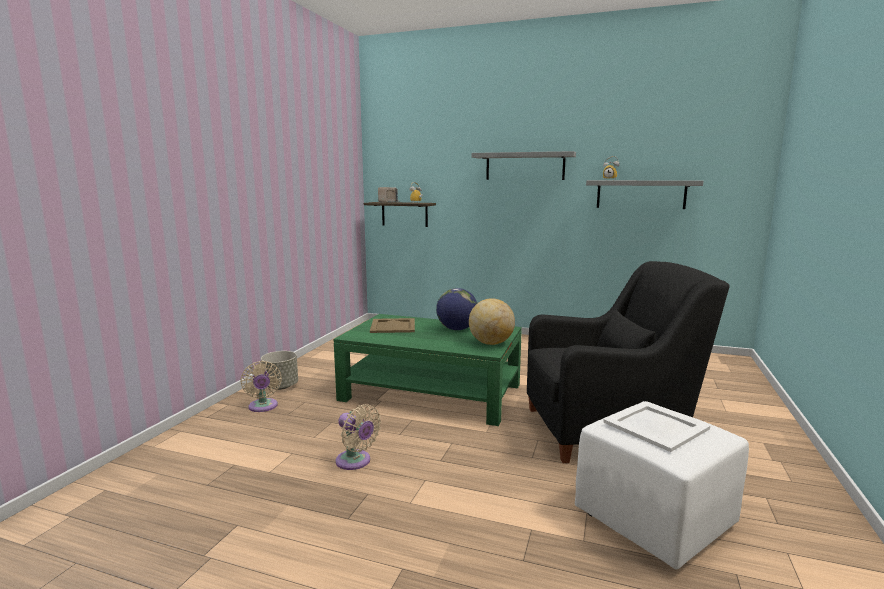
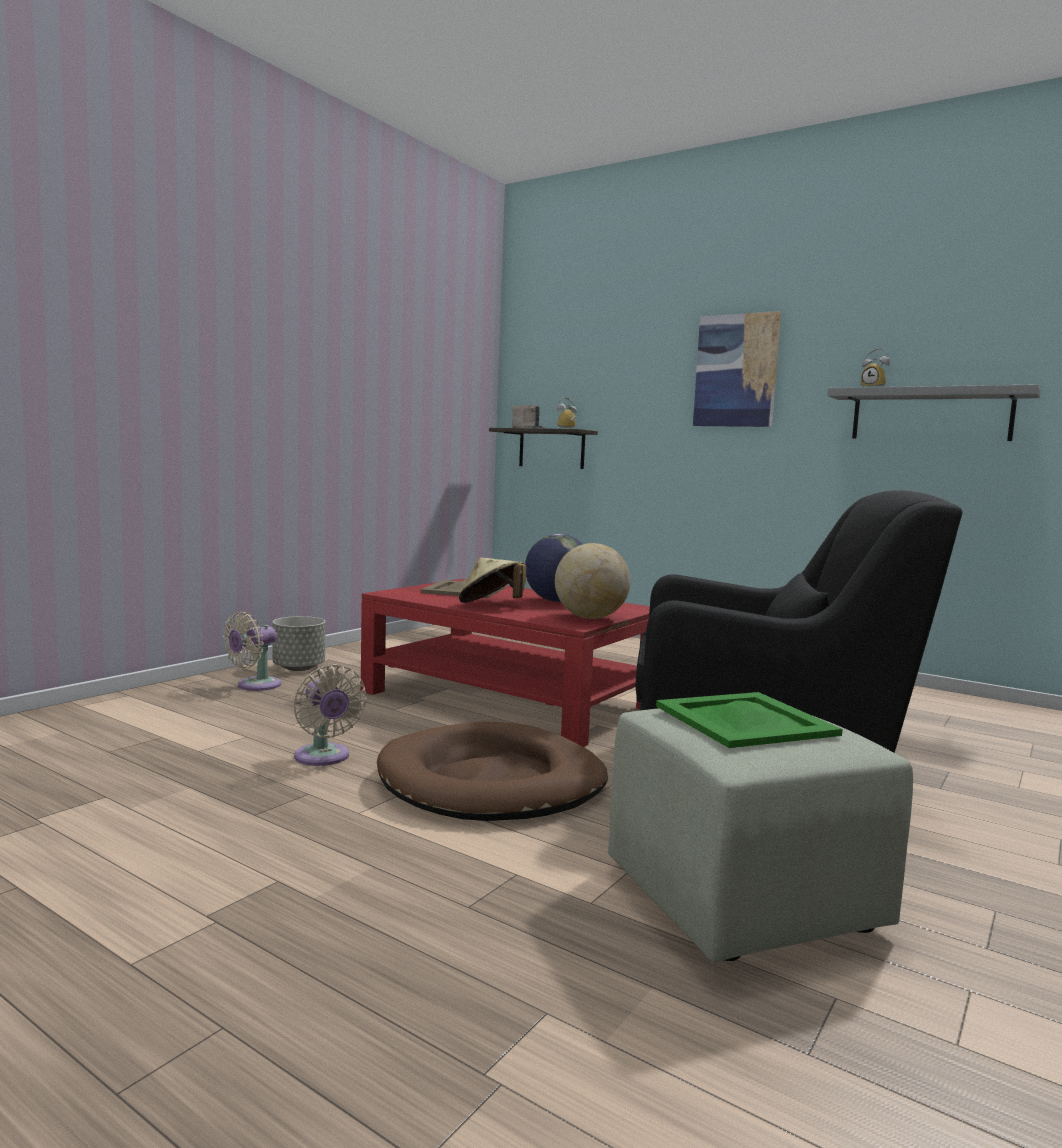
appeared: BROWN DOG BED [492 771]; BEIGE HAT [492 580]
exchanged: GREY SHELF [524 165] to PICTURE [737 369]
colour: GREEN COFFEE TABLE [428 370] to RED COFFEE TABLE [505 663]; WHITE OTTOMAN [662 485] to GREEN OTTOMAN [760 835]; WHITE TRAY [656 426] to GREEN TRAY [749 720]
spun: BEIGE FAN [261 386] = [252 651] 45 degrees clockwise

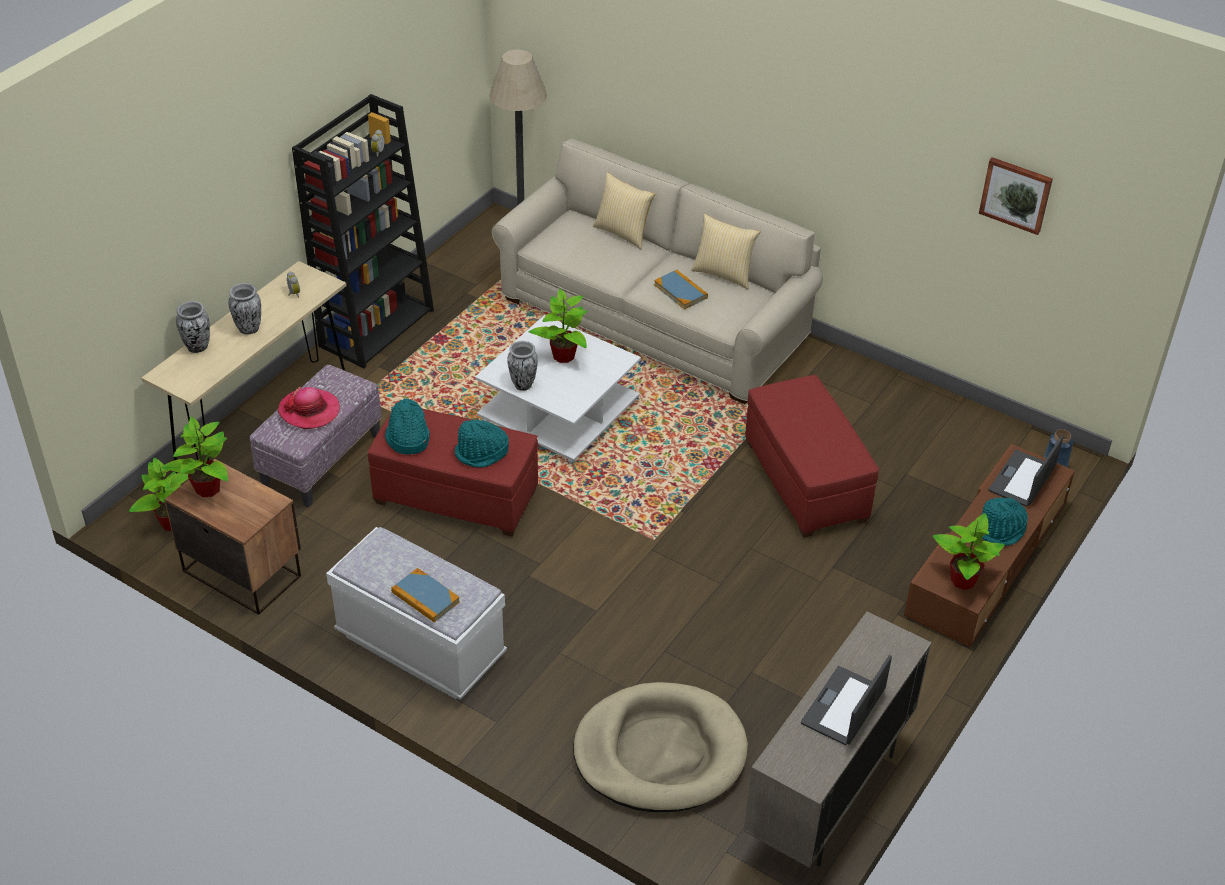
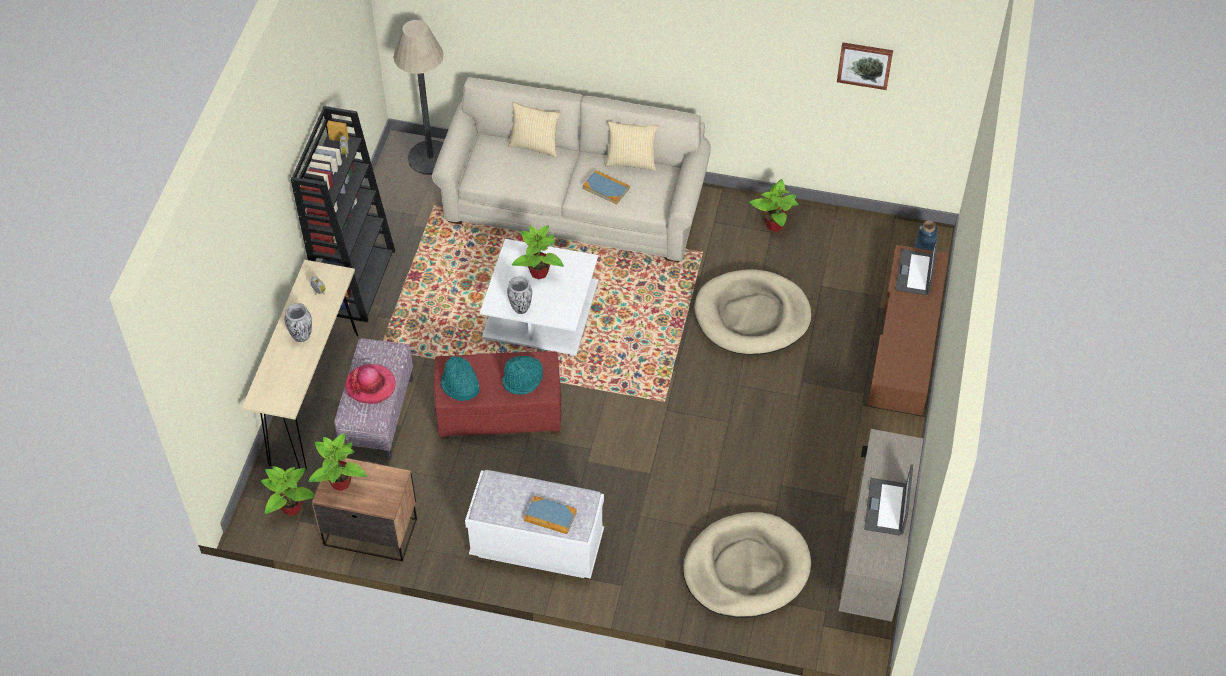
missing: VASE [193 327]; TURQUOISE HAT [1004 521]
relocated: POTTED PLANT [969 551] to [774 205]
exchanged: RED OTTOMAN [812 456] to BEIGE DOG BED [752 312]

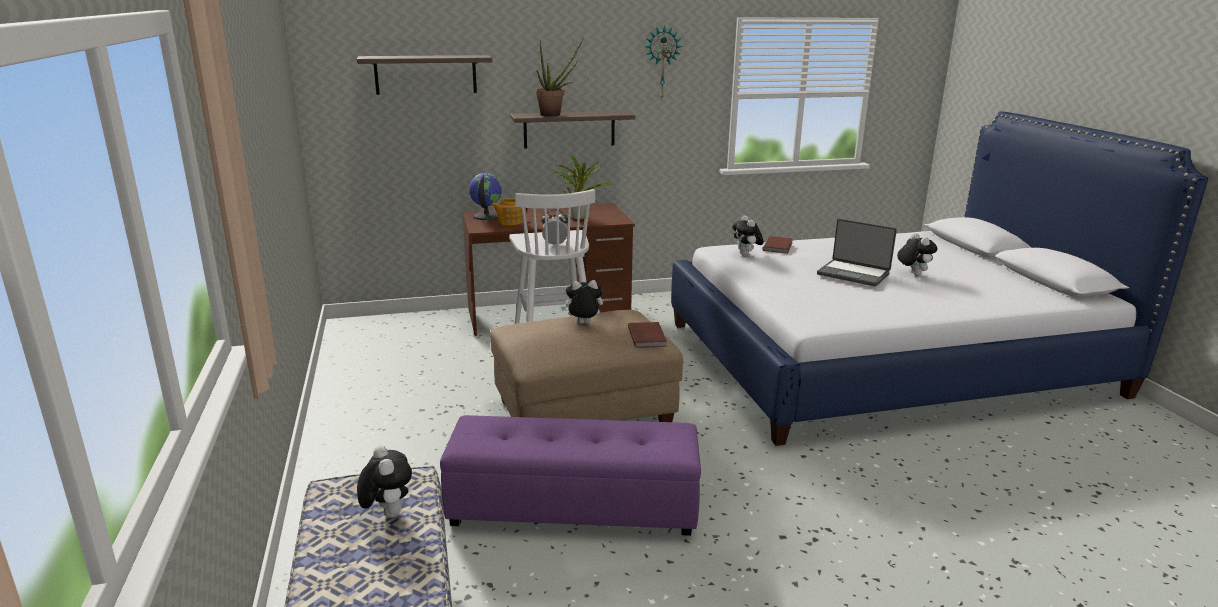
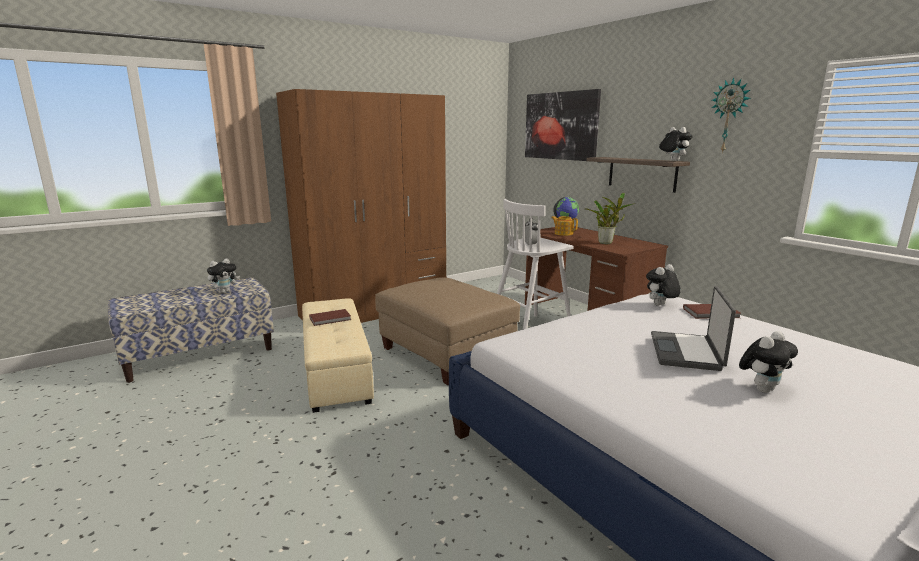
missing: POTTED PLANT [560 77]
appeared: BROWN WARDROBE [361 206]
relocated: PLUSH TOY [582 302] to [676 144]; BROWN BOOK [647 335] to [330 317]
exchanged: SHELF [424 75] to PICTURE [563 125]
colour: PURPLE OTTOMAN [570 475] to BEIGE OTTOMAN [338 355]

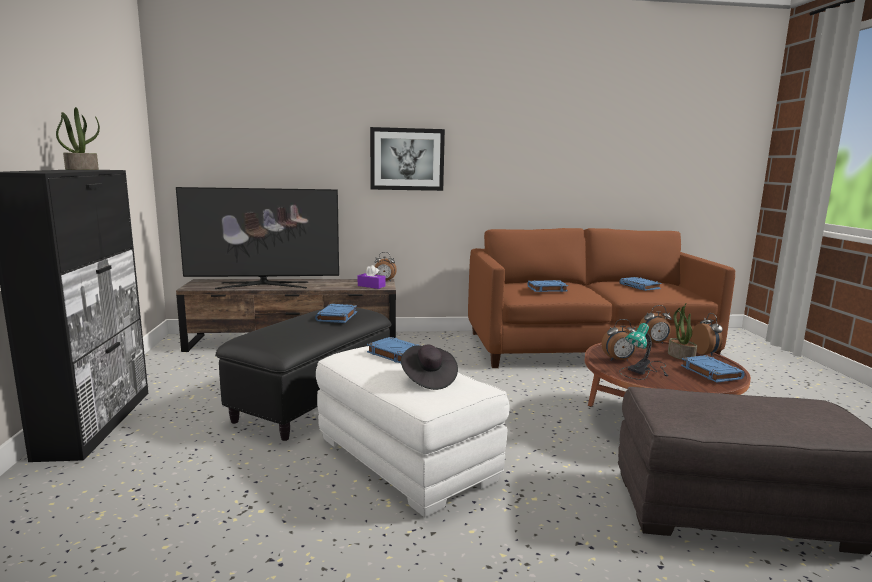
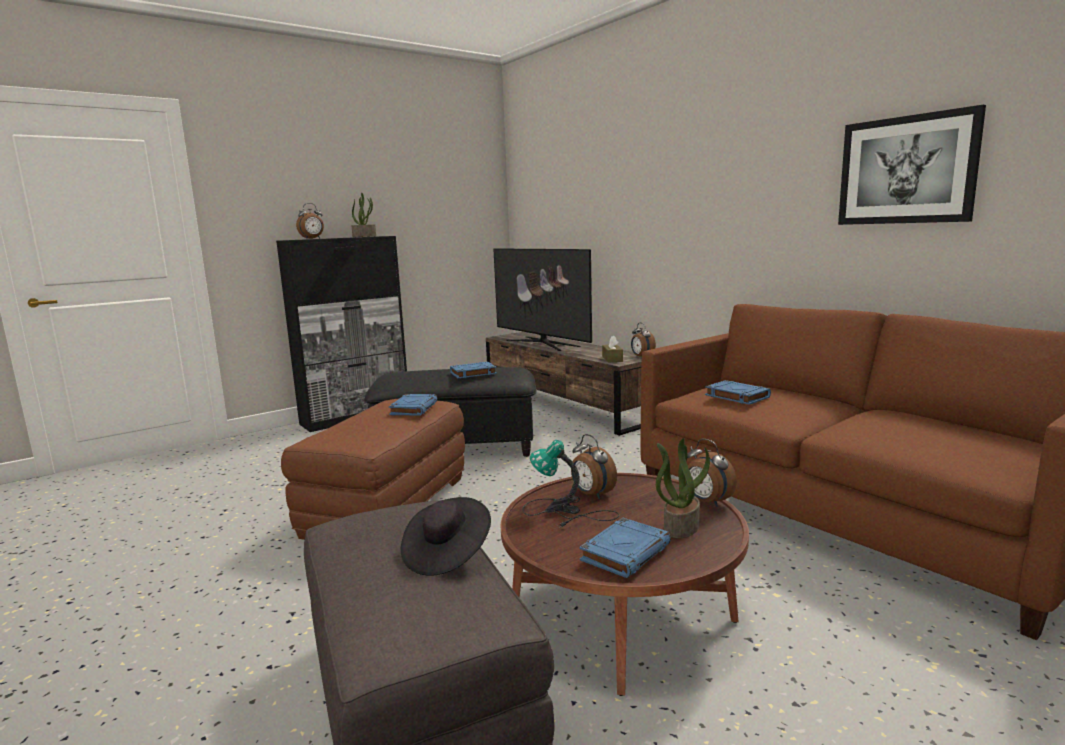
missing: BLUE BOOK [640 284]
relocated: PICTURE [407 159] to [912 165]; BLACK HAT [429 367] to [446 536]; ALARM CLOCK [707 334] to [310 221]
colour: WHITE OTTOMAN [412 431] to BROWN OTTOMAN [373 469]; PURPLE TISSUE BOX [371 277] to BROWN TISSUE BOX [612 349]

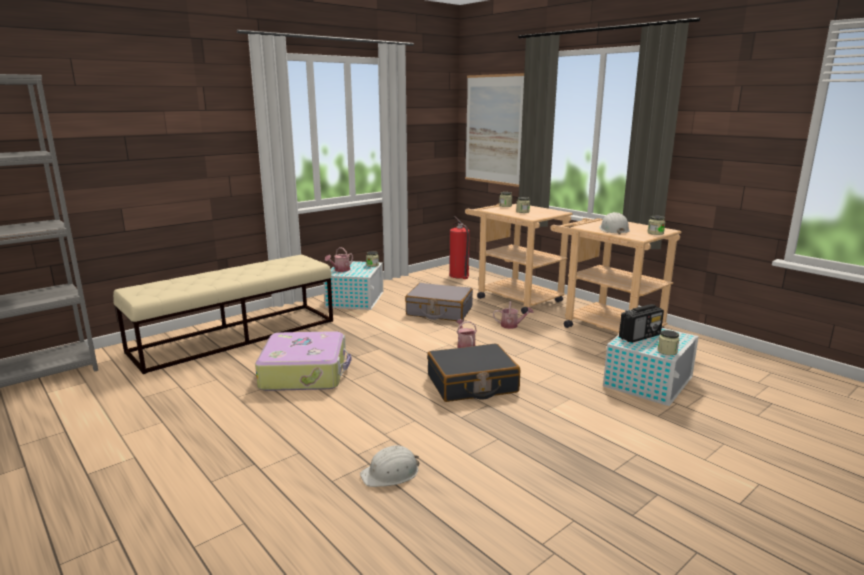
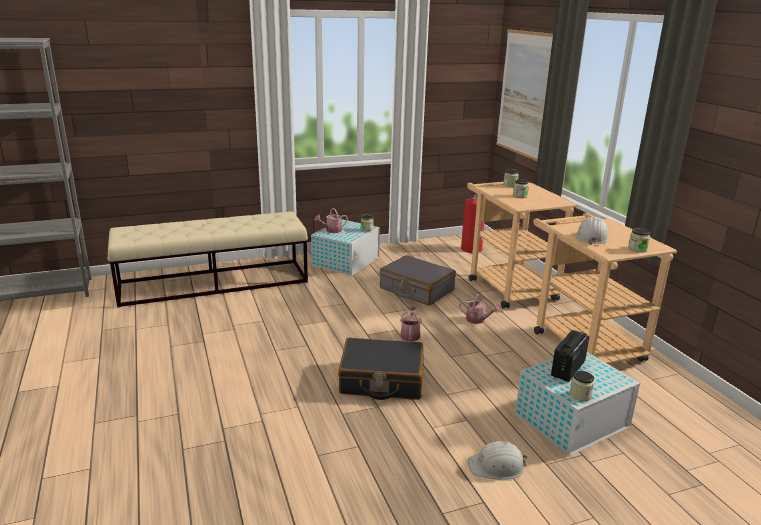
missing: SUITCASE [303 361]
relocated: WHITE HARD HAT [389 466] to [497 460]
spun: RADIO [641 323] = [570 356] 135 degrees clockwise

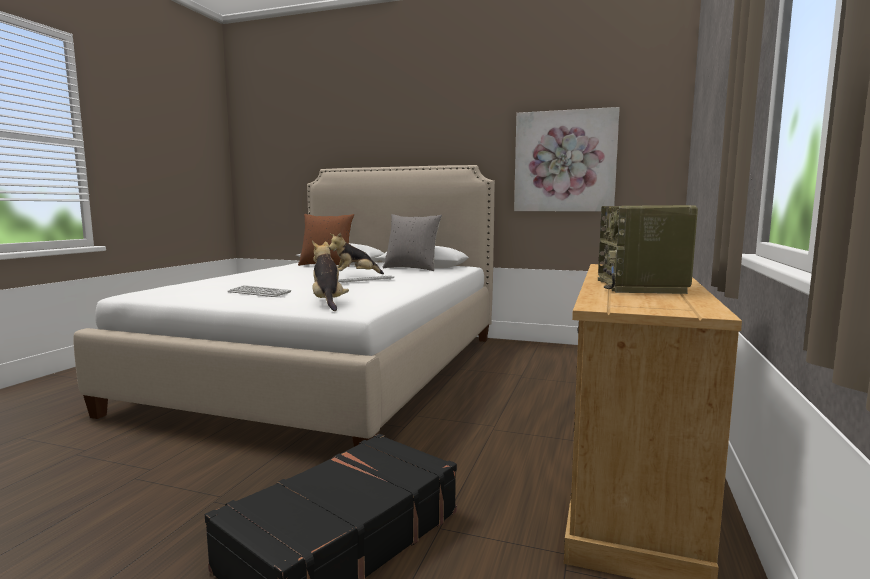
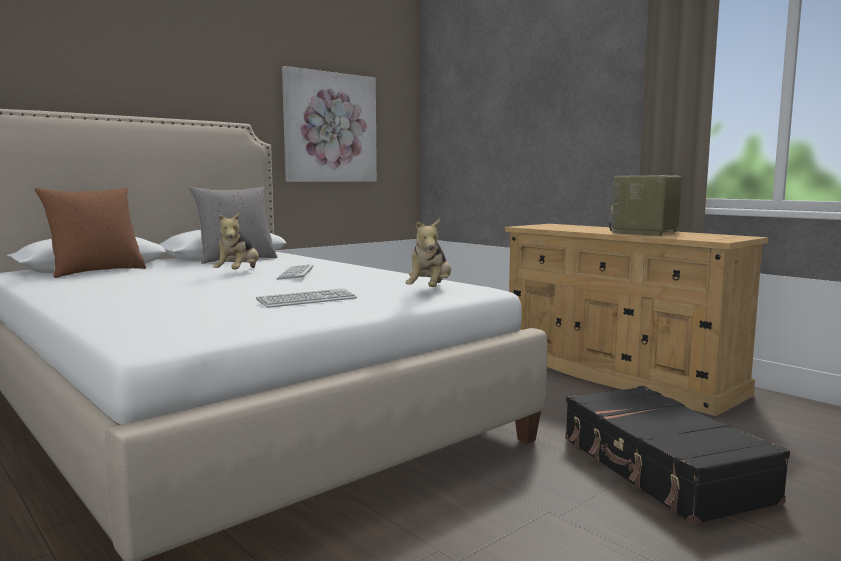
spun: PLUSH TOY [330 276] = [428 253] 90 degrees counterclockwise; RADIO [648 249] = [645 205] 90 degrees clockwise

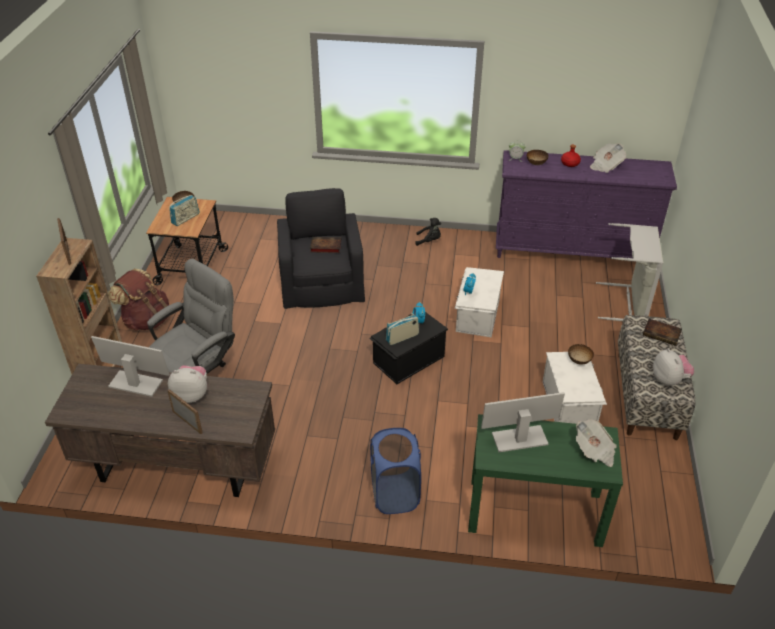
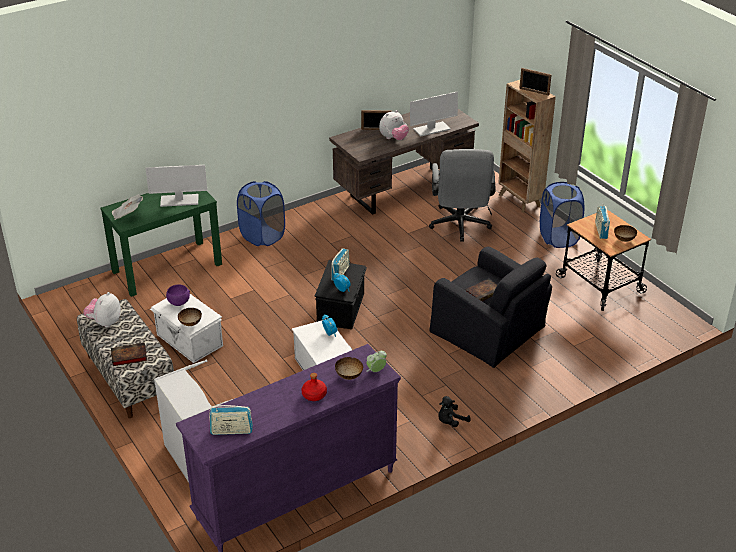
missing: NEWSPAPER [608 158]
appeared: PURPLE BOWL [178 295]; RADIO [231 420]
exchanged: BROWN BACKPACK [138 300] to BLUE LAUNDRY BASKET [562 215]
spun: MONITOR [523 422] = [176 186] 45 degrees clockwise; PLUSH TOY [673 367] = [102 309] 75 degrees clockwise

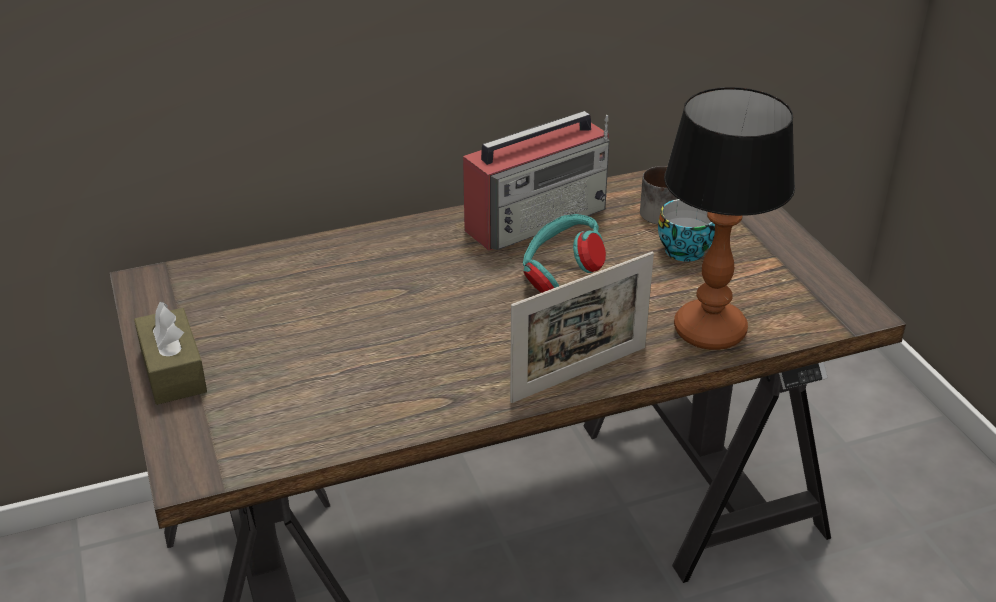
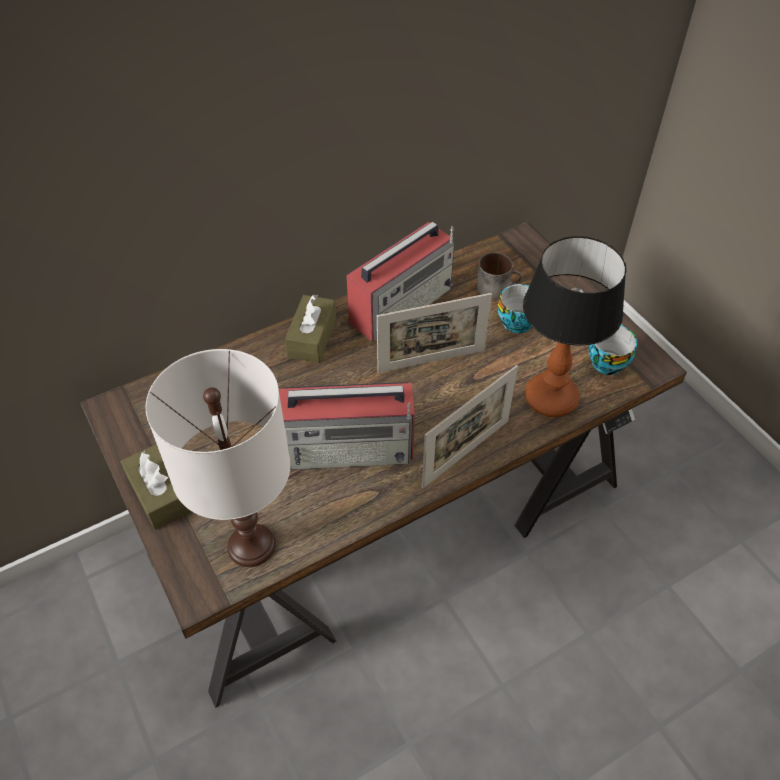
appeared: WHITE TABLE LAMP [218 458]; RADIO [347 426]; BROWN TISSUE BOX [310 329]; CUP [612 349]
exchanged: TURQUOISE HEADPHONES [564 253] to PICTURE FRAME [434 333]

